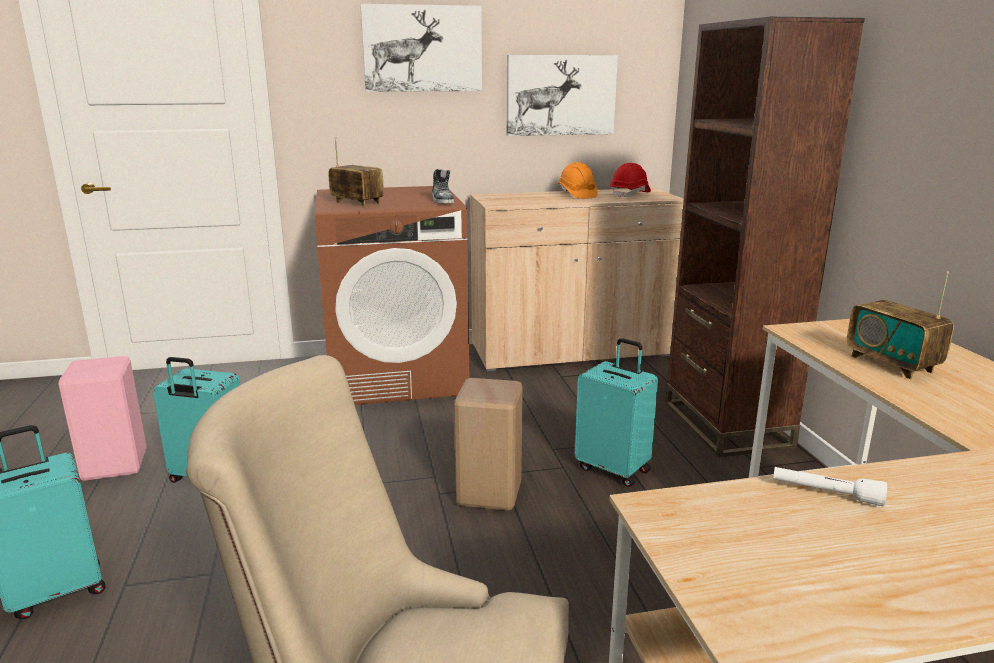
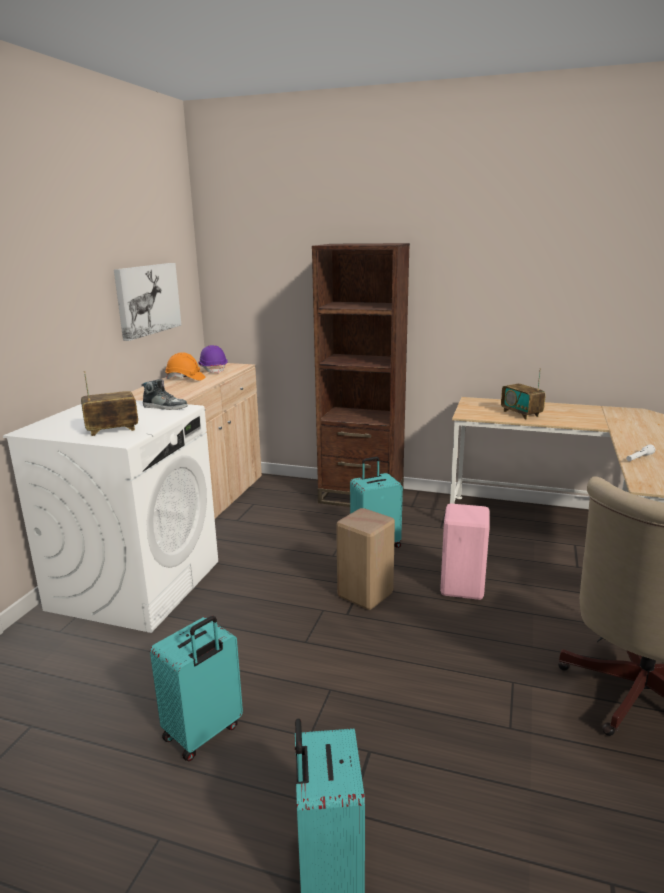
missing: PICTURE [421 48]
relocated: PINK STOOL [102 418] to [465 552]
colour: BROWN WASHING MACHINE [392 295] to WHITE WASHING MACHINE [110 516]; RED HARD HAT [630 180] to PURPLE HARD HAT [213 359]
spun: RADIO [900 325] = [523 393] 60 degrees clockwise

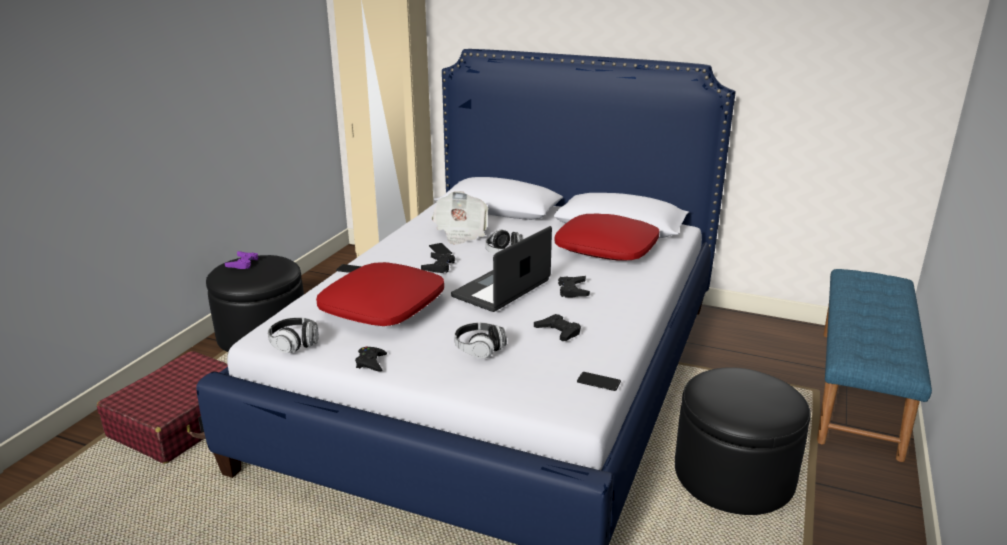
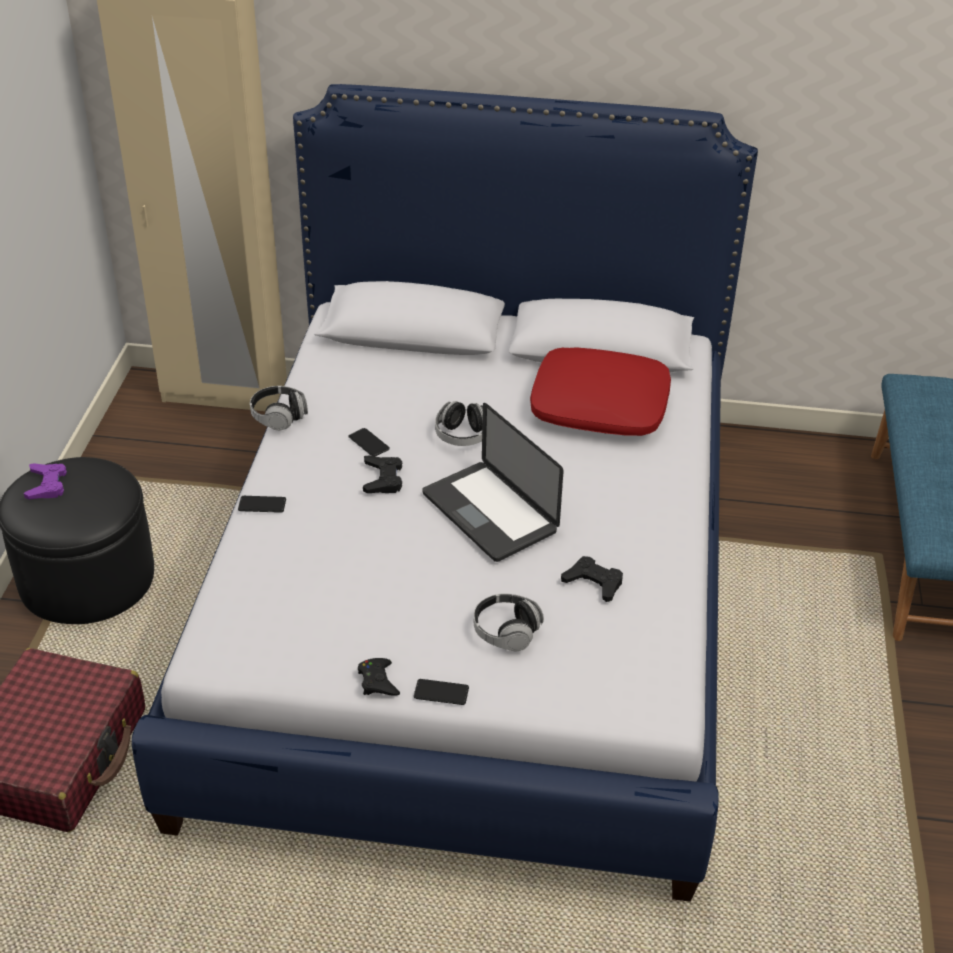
missing: RED PILLOW [380 294]; NEWSPAPER [460 217]; BLACK GAME CONTROLLER [574 287]; BLACK OTTOMAN [742 441]
relocated: HEADPHONES [293 335] to [279 408]; PHONE [599 381] to [441 692]
spun: LAPTOP [501 269] = [493 482] 60 degrees counterclockwise

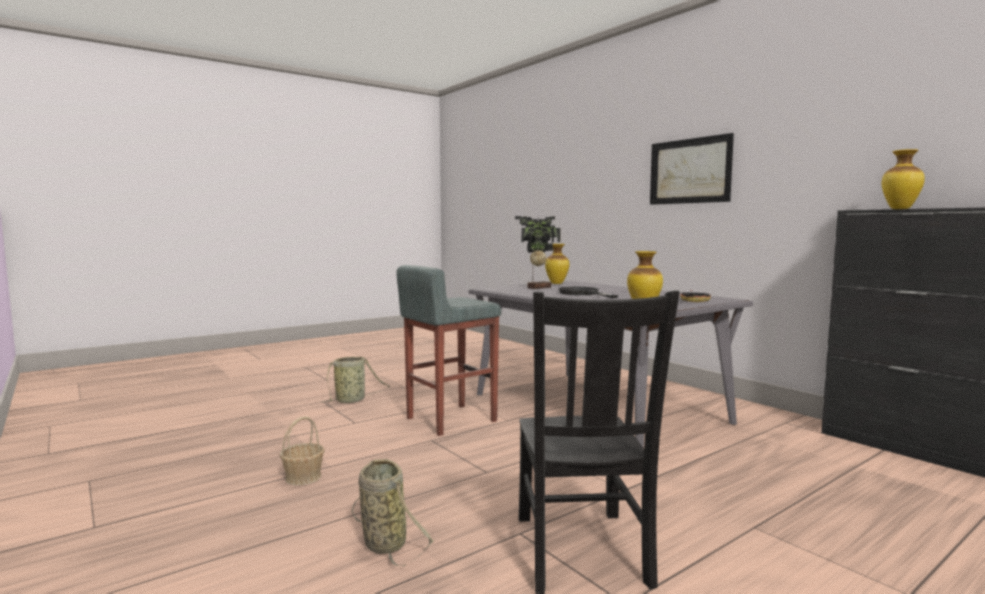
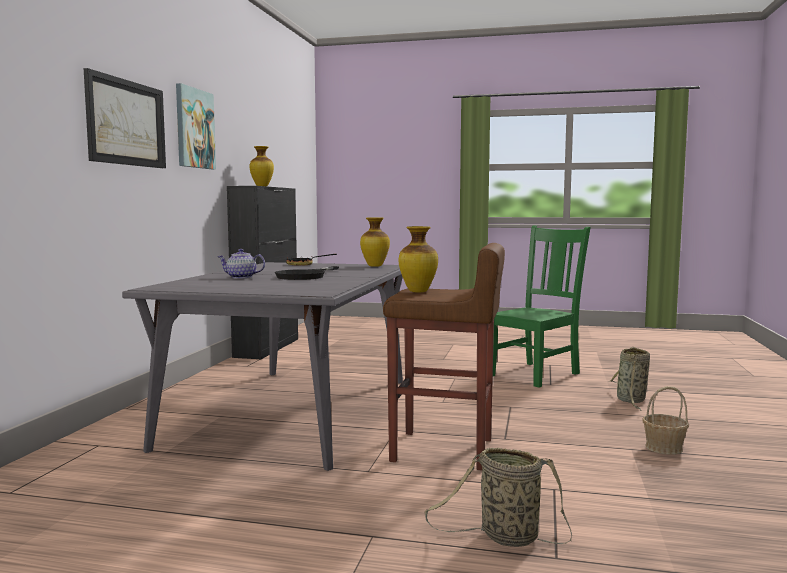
missing: POTTED PLANT [538 252]
appeared: PICTURE [196 126]; TEAPOT [241 264]
relocated: VASE [557 264] to [418 259]
colour: GREY STOOL [448 350] to BROWN STOOL [444 356]; BLACK CHAIR [599 442] to GREEN CHAIR [542 306]

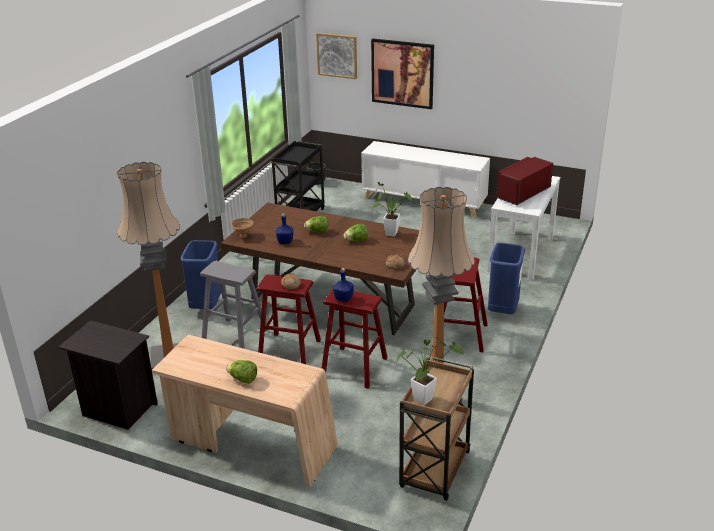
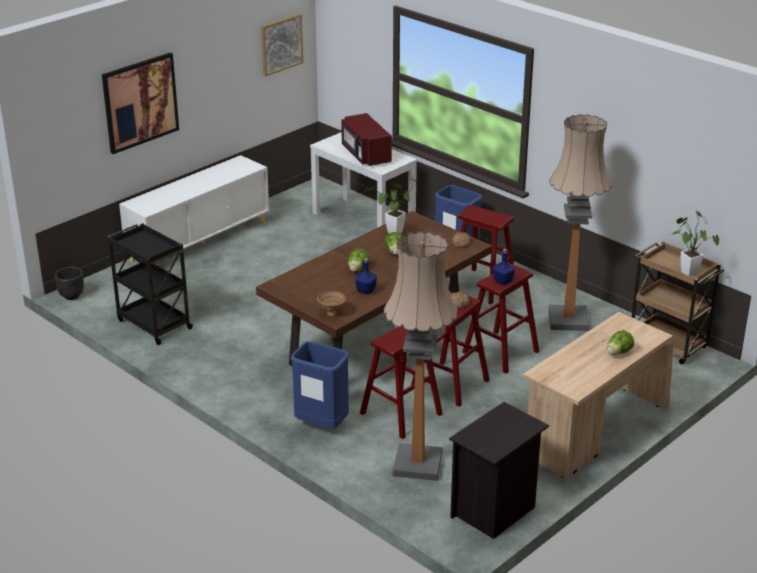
relocated: PICTURE [336 56] to [282 45]
colour: GREY STOOL [234 305] to RED STOOL [401 382]

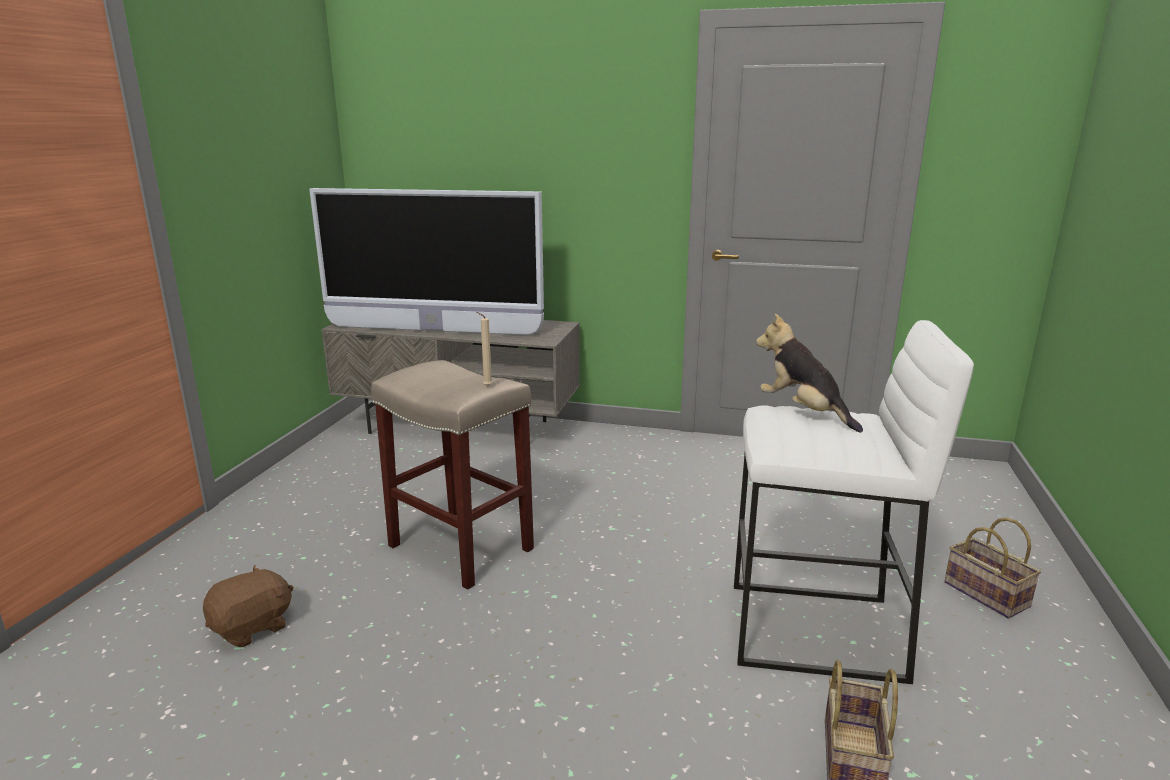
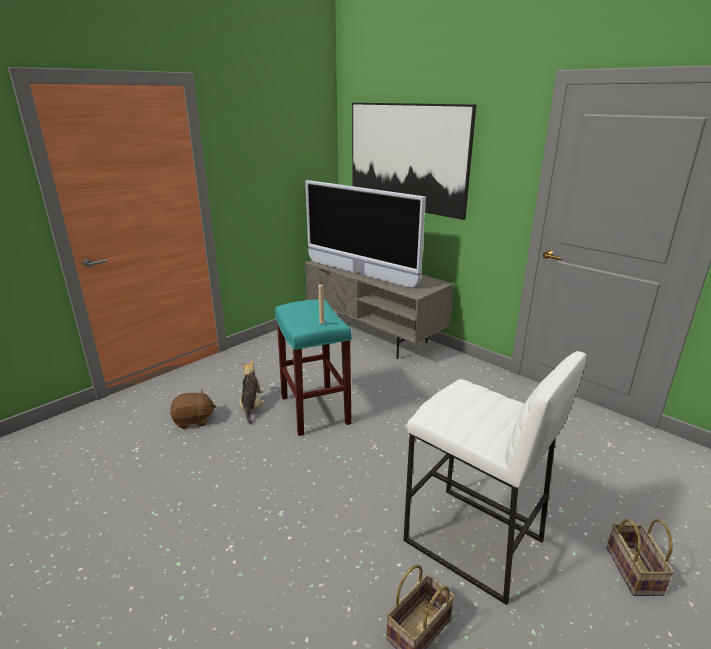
appeared: PICTURE [414 161]
relocated: PLUSH TOY [809 373] to [252 392]
colour: BEIGE STOOL [452 475] to TURQUOISE STOOL [313 367]

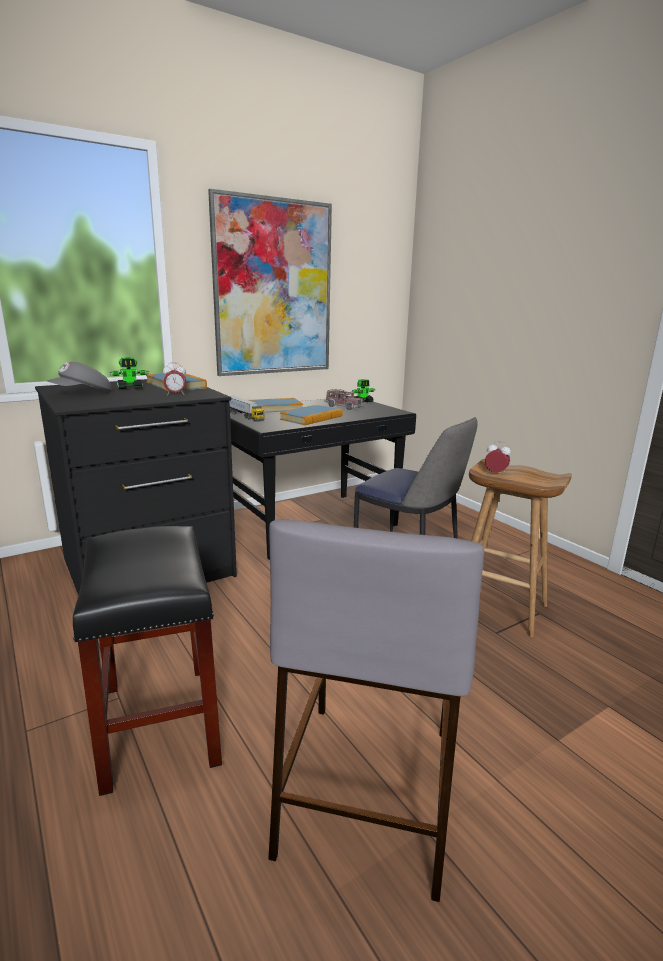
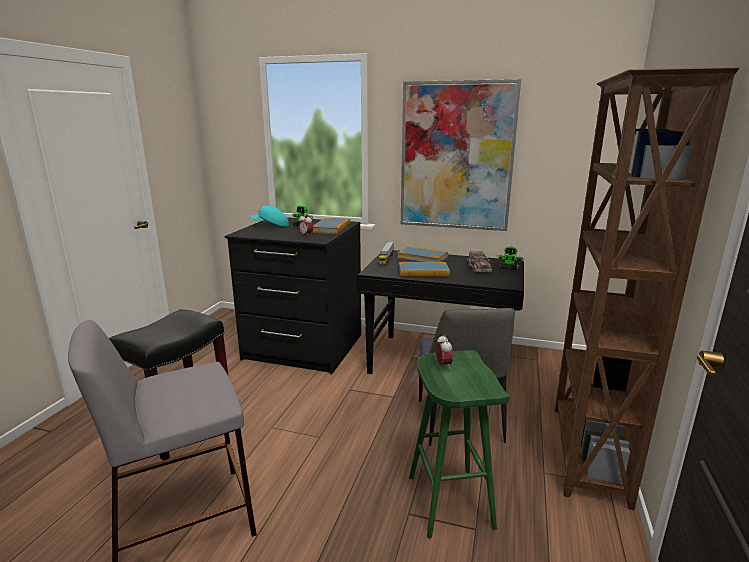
appeared: BROWN BOOKCASE [647 288]
colour: GREY CAP [79 377] to TURQUOISE CAP [270 216]; BROWN STOOL [520 548] to GREEN STOOL [459 444]

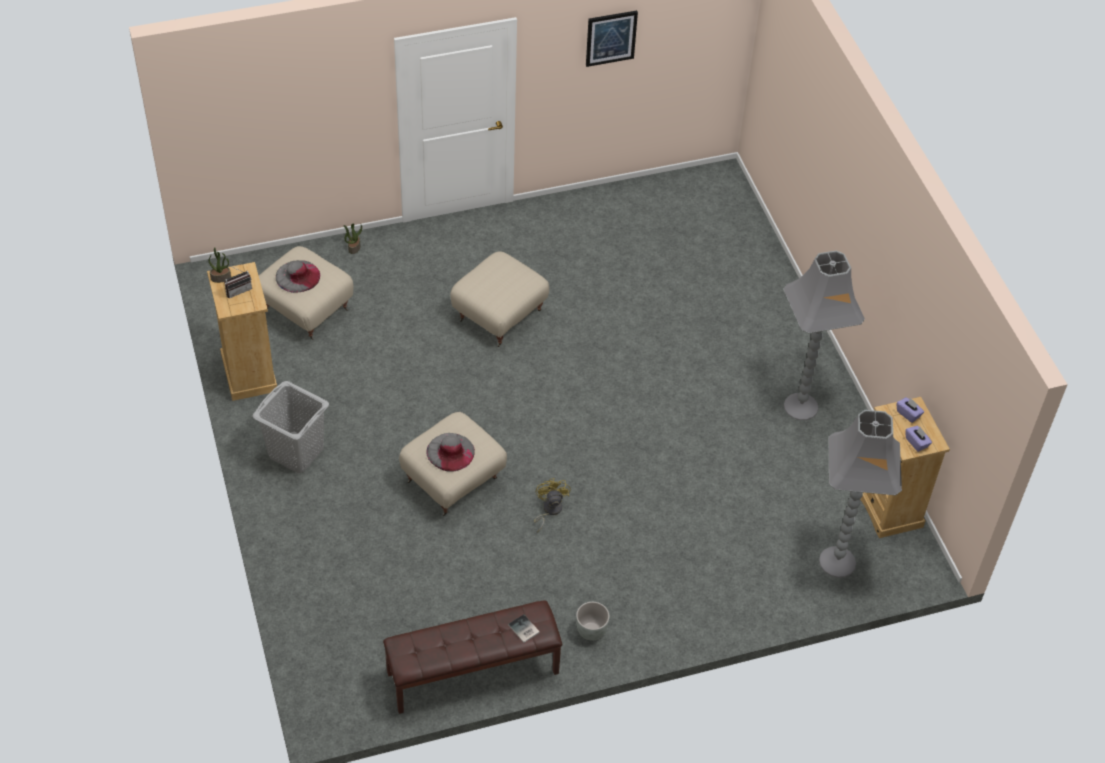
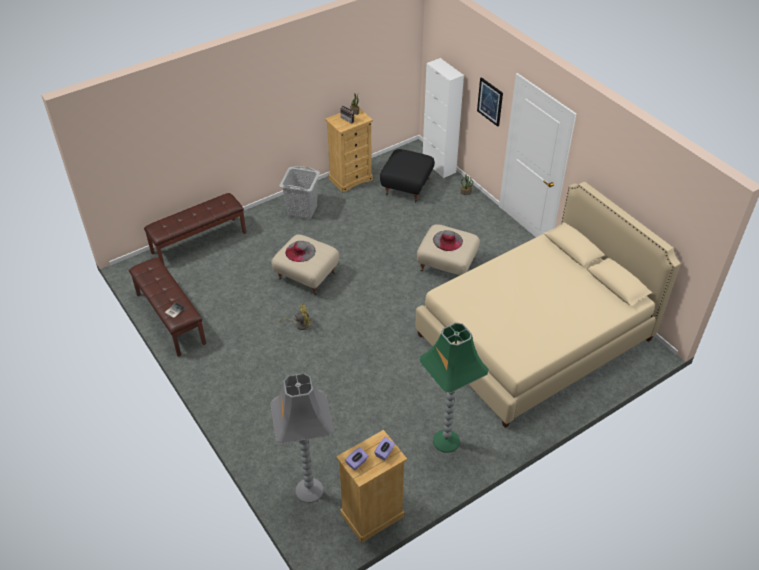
missing: GREY PLANTER [592 621]
appeared: BROWN BENCH [195 229]; BEIGE BED [548 305]; WHITE CABINET [443 118]
relocated: GREY HAT [298 276] to [448 240]; PICTURE [612 38] to [490 102]
colour: BEIGE OTTOMAN [306 293] to BLACK OTTOMAN [407 175]; GREY FLOOR LAMP [824 335] to GREEN FLOOR LAMP [454 387]

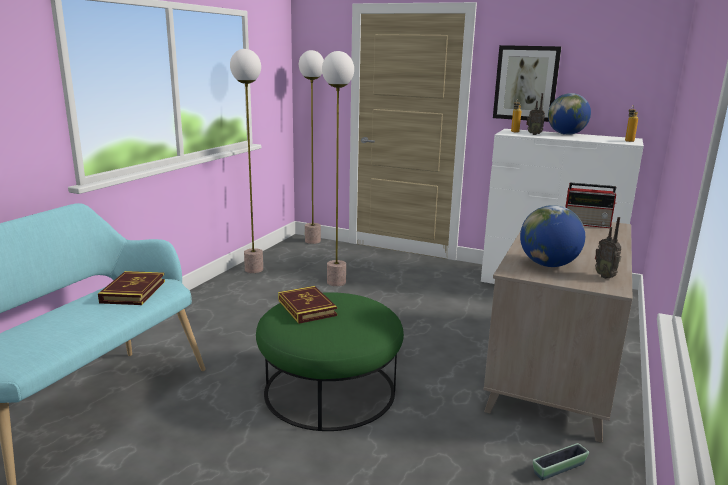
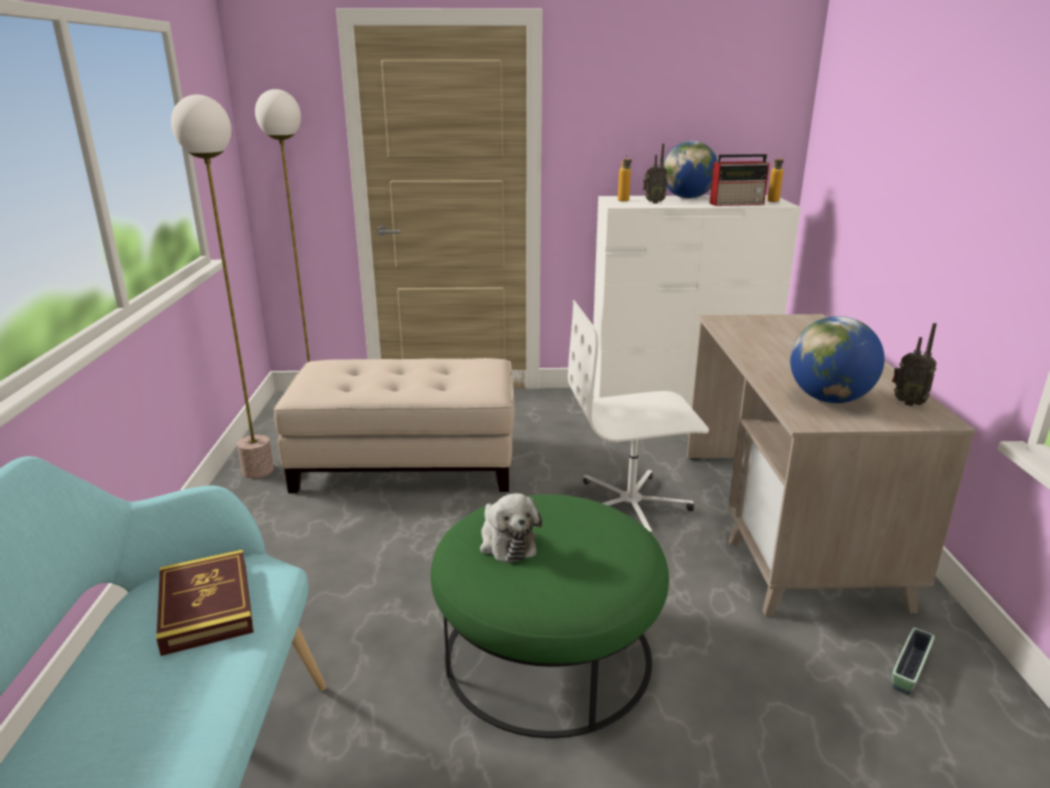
missing: PICTURE [527 83]
appeared: WHITE OFFICE CHAIR [638 417]
relocated: RADIO [591 205] to [739 180]
exchanged: BOOK [307 305] to PLUSH TOY [511 528]; FLOOR LAMP [338 168] to BEIGE OTTOMAN [394 425]

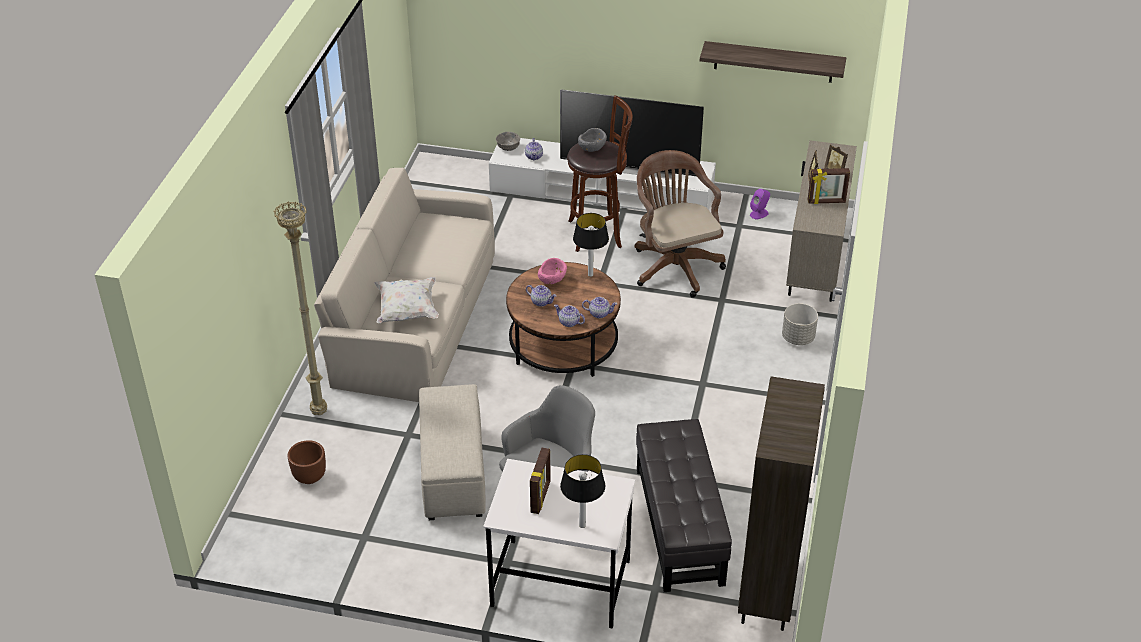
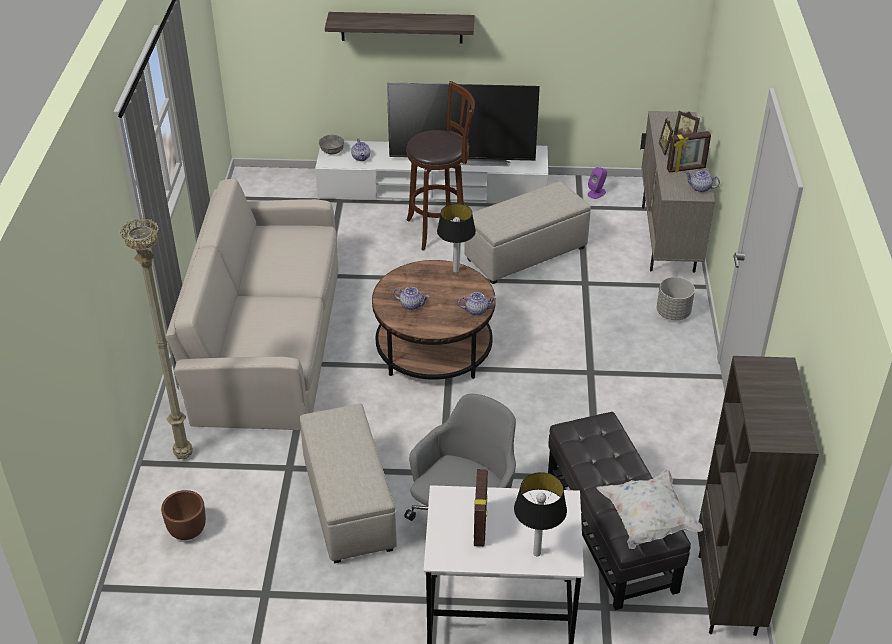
missing: PINK BOWL [552 271]; GREY BOWL [592 140]
relocated: WHITE PILLOW [406 300] to [649 509]; TEAPOT [569 315] to [702 181]; SHELF [773 62] to [400 28]
exchanged: BROWN OFFICE CHAIR [680 224] to BEIGE OTTOMAN [527 232]

